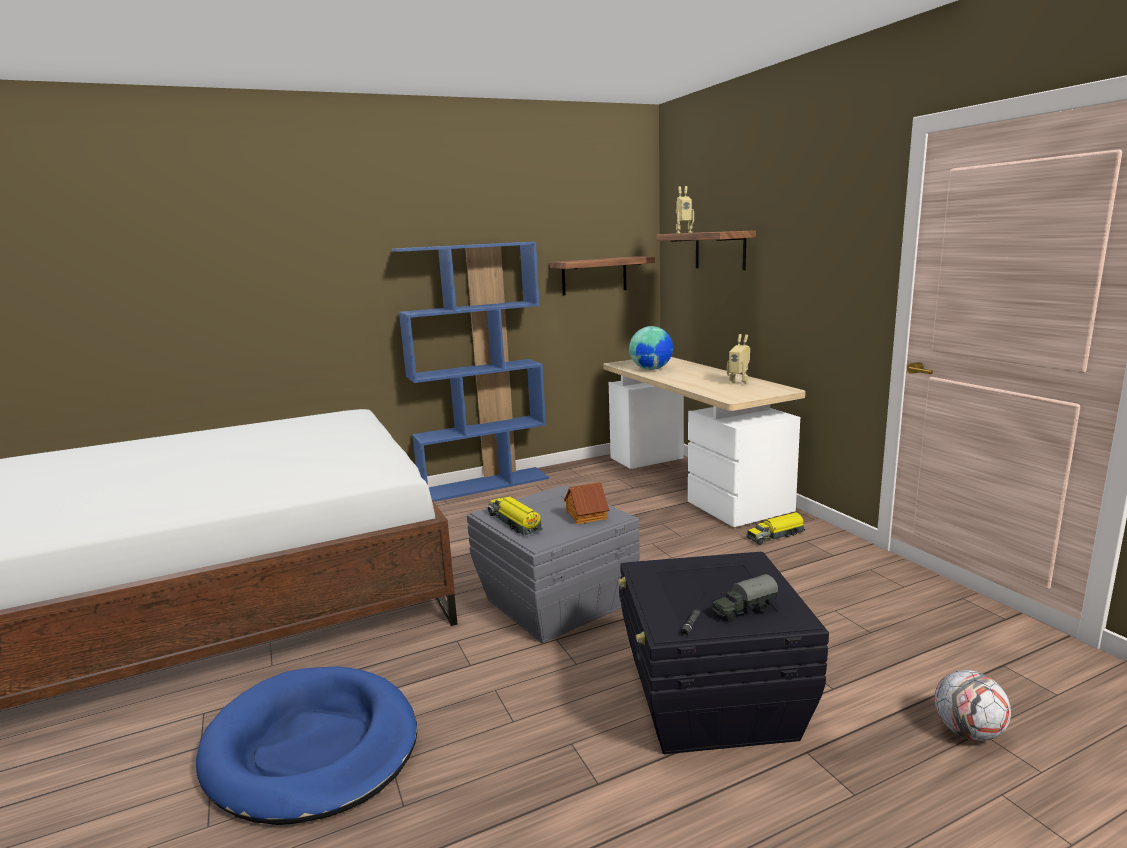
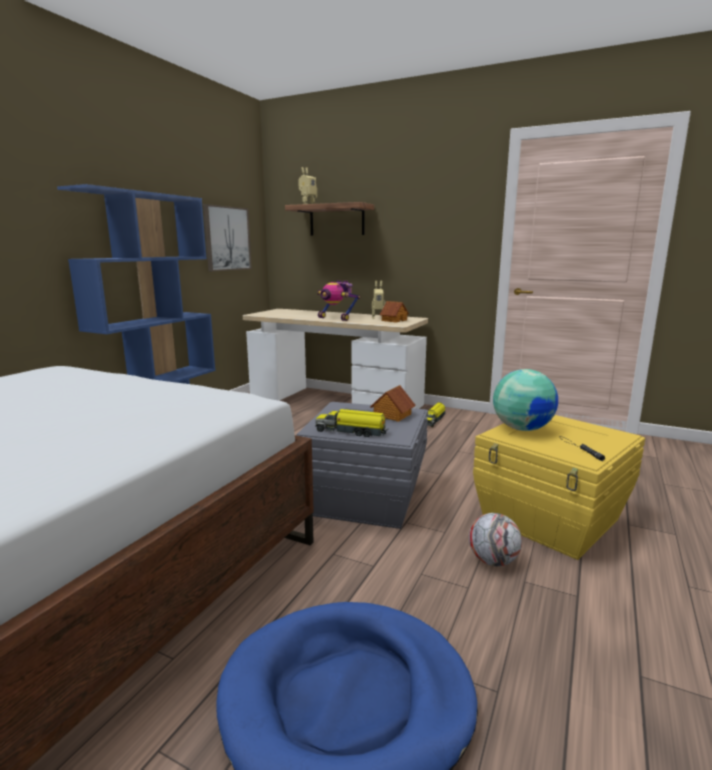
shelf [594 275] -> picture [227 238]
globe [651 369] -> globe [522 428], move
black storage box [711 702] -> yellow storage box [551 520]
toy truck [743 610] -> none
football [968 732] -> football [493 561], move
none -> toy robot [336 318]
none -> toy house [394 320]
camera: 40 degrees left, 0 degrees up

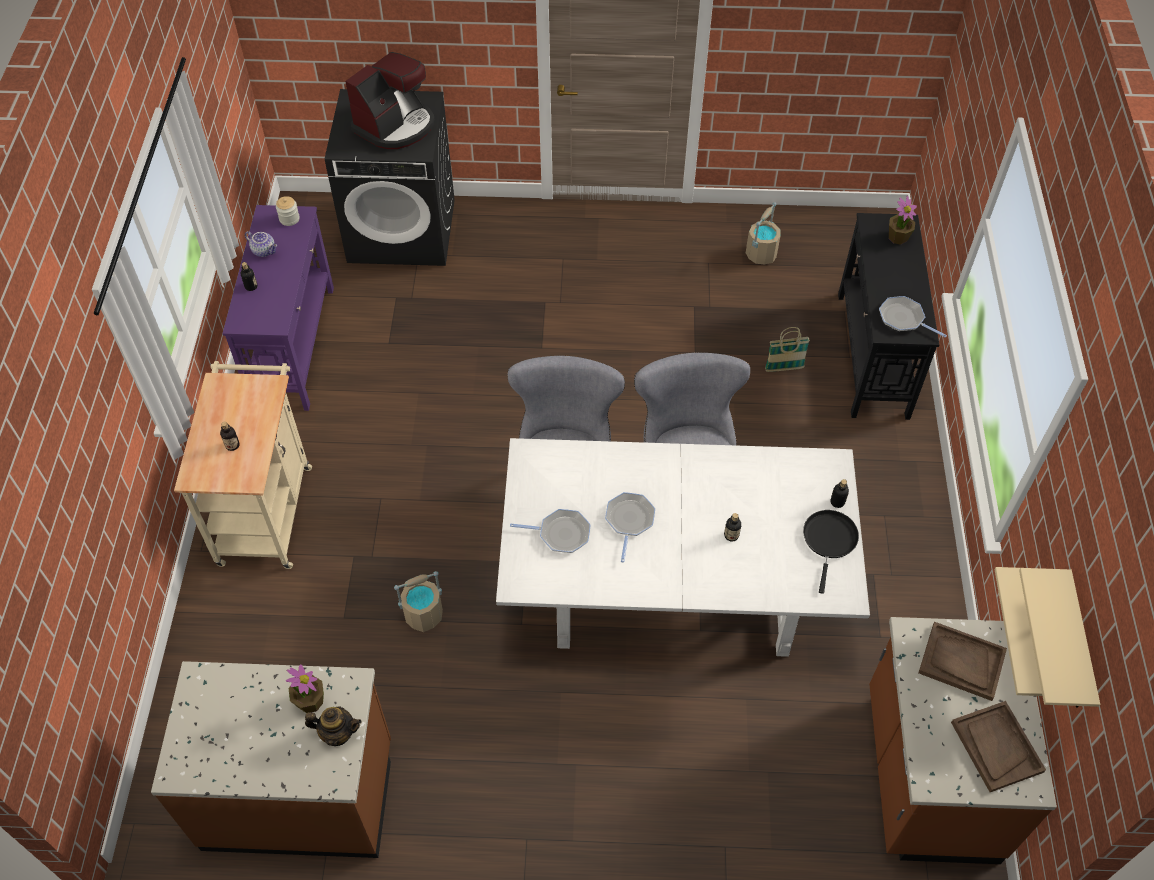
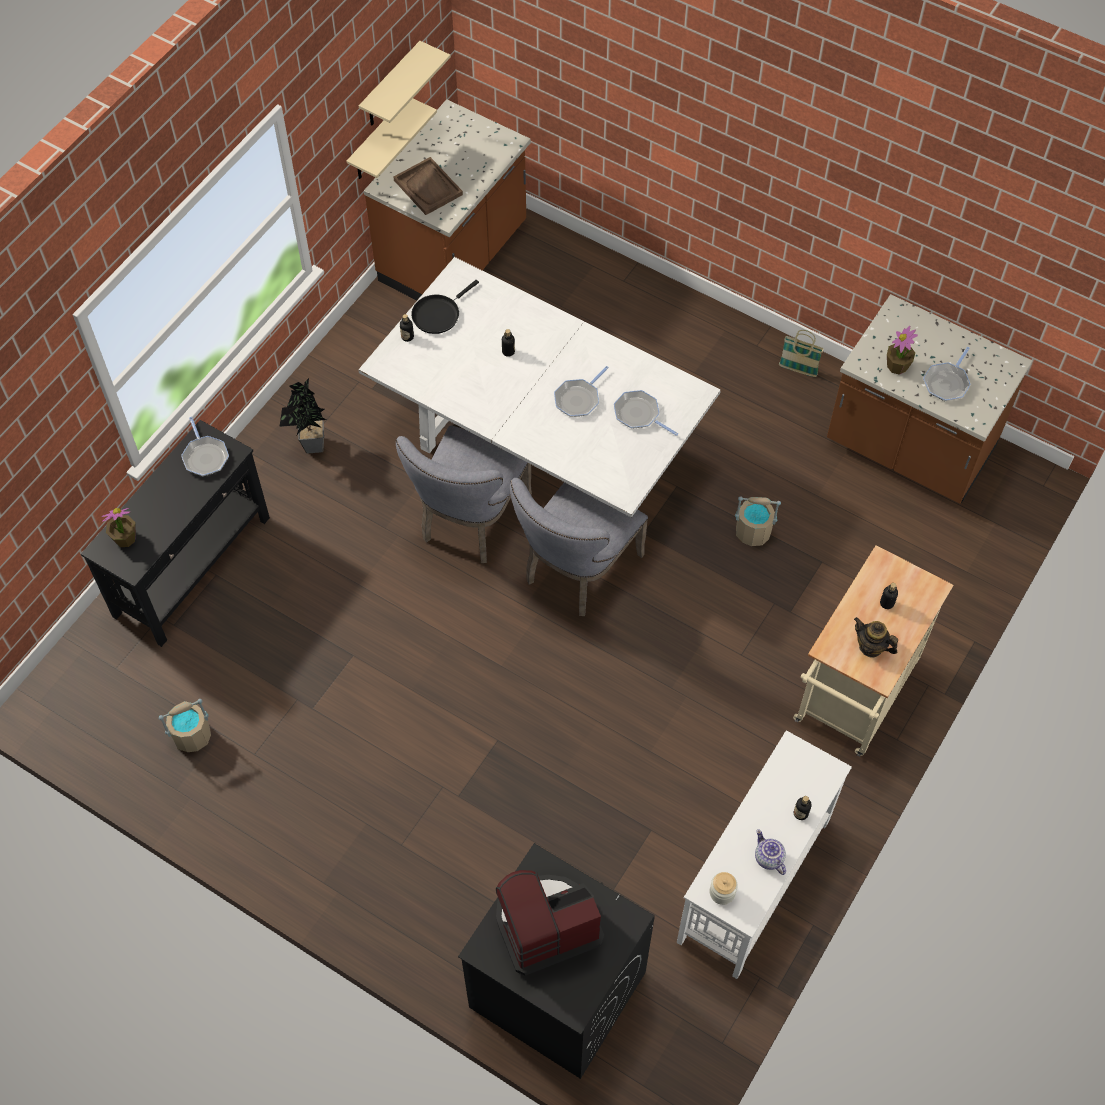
purple console table [294 345] -> white console table [753 881]
basket [784 368] -> basket [798 370], move
brown tray [996 747] -> none
teapot [337 733] -> teapot [871 647], move
none -> frying pan [947 382]
none -> potted plant [312 448]
camera: 150 degrees left, 5 degrees up

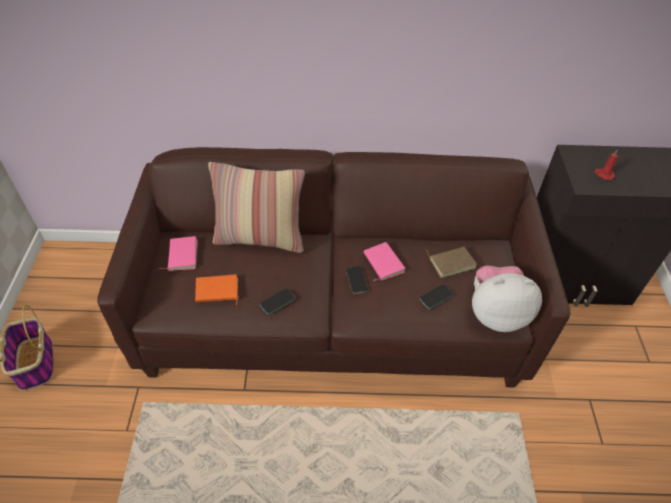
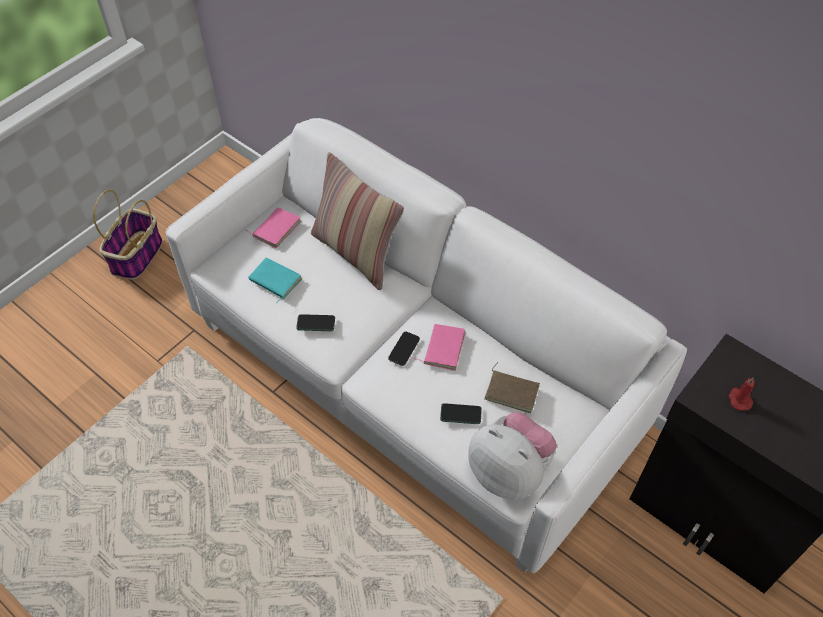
brown sofa [334 315] -> white sofa [413 378]
orange book [217 291] -> turquoise book [274 281]
camera: 40 degrees right, 5 degrees up

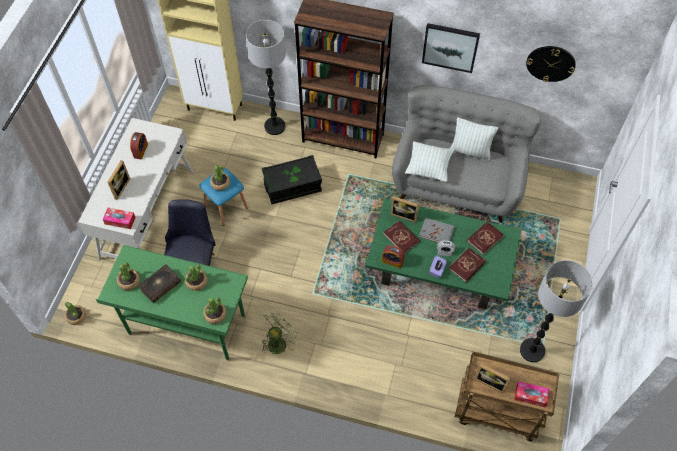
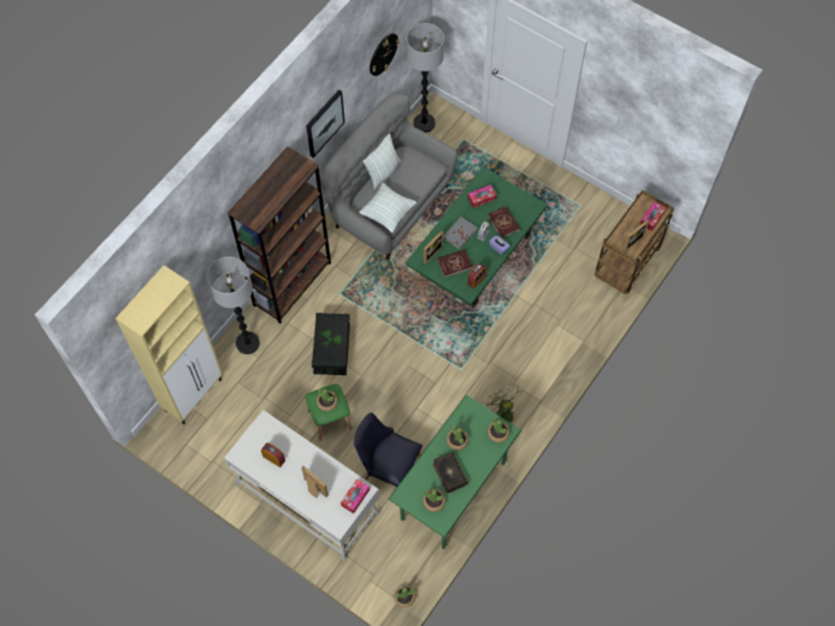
blue stool [226 207] -> green stool [330 419]
red book [484 238] -> tissue box [481 198]
floor lamp [532 350] -> floor lamp [424 123], move
camera: 70 degrees left, 5 degrees up

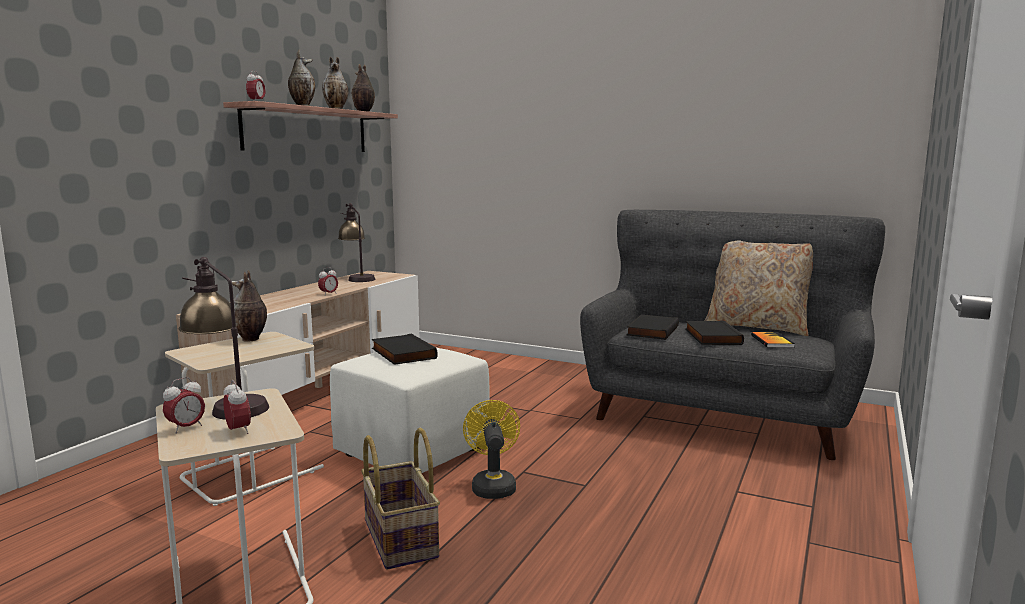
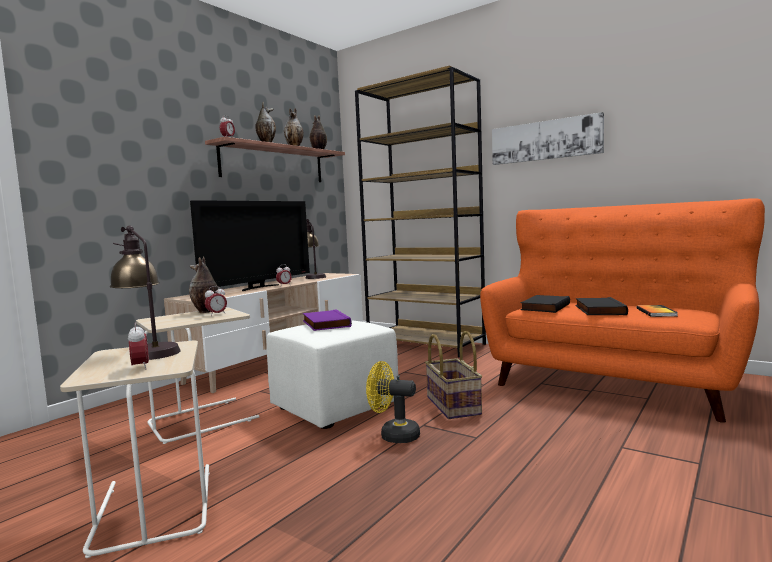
grey sofa [721 412] -> orange sofa [614 381]
beige pillow [757 327] -> none
black book [401 353] -> purple book [324 324]
alarm clock [186 428] -> alarm clock [216 314], move
yellow fan [492 485] -> yellow fan [393 435], 75 degrees counterclockwise
basket [398 539] -> basket [452 405], move
none -> brown bookcase [426 344]
none -> picture [545 140]
none -> television [258 287]
camera: 10 degrees right, 5 degrees down

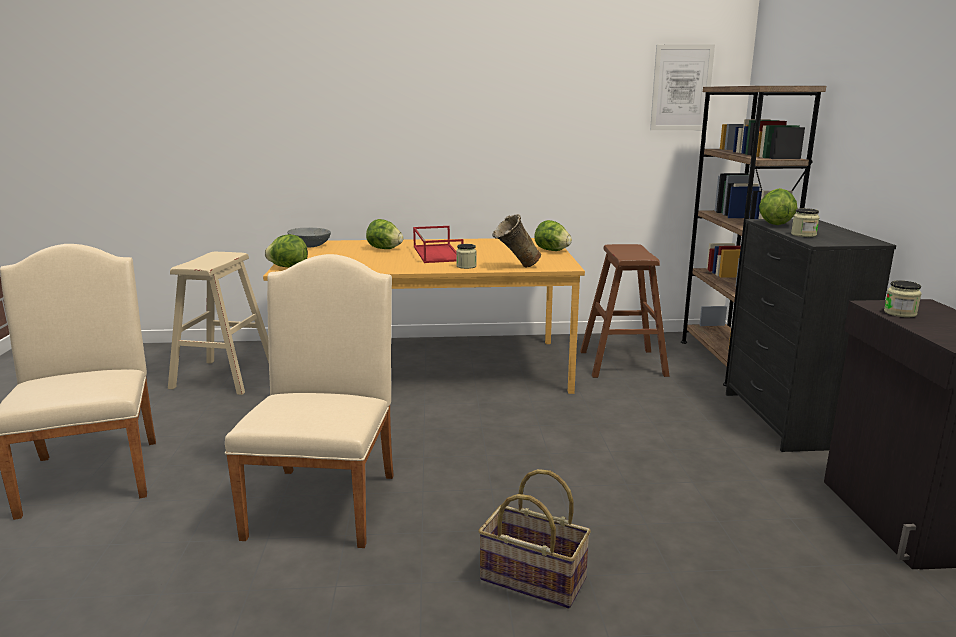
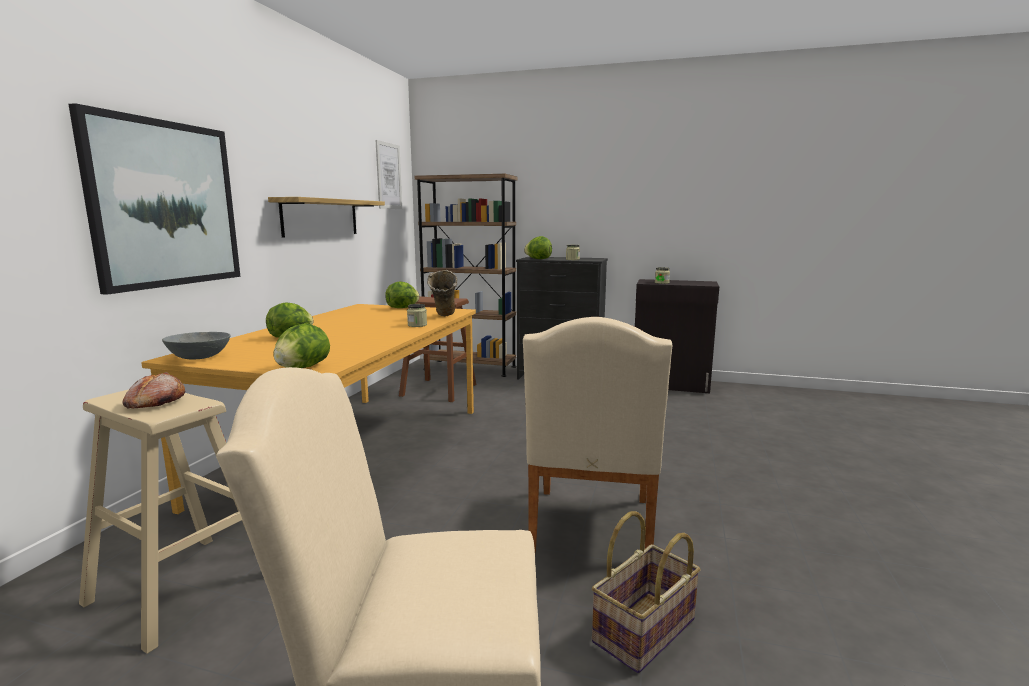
red tray [436 253] -> none
beige chair [326 499] -> beige chair [590 530], 105 degrees counterclockwise
basket [532 580] -> basket [645 632], move
none -> picture [165 204]
none -> shelf [321 217]
none -> bread [155 402]
camera: 70 degrees left, 5 degrees down

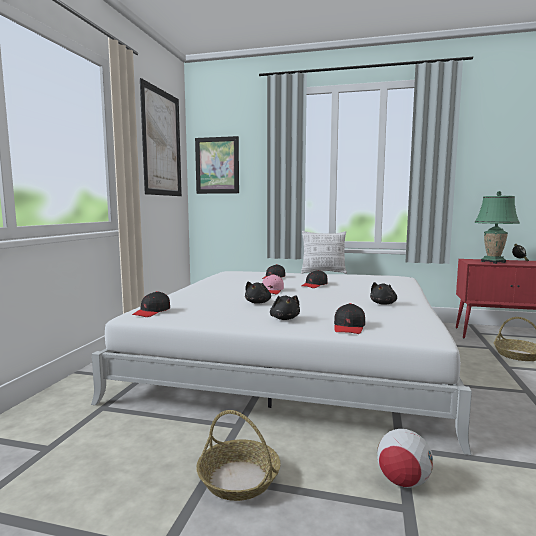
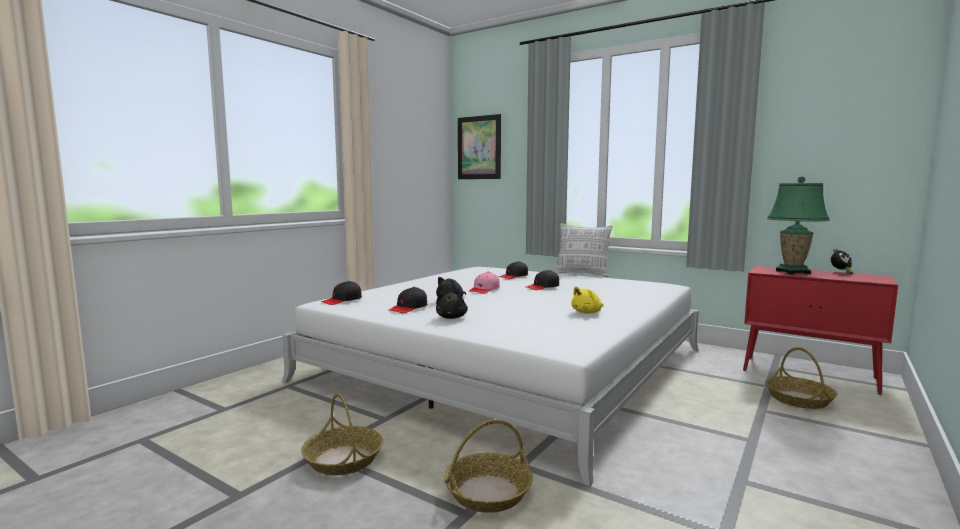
picture [162 143] -> none
black plush toy [383 304] -> yellow plush toy [587 312]
black cap [349 327] -> black cap [408 308], move
football [403 481] -> basket [488 493]
camera: 20 degrees right, 0 degrees up

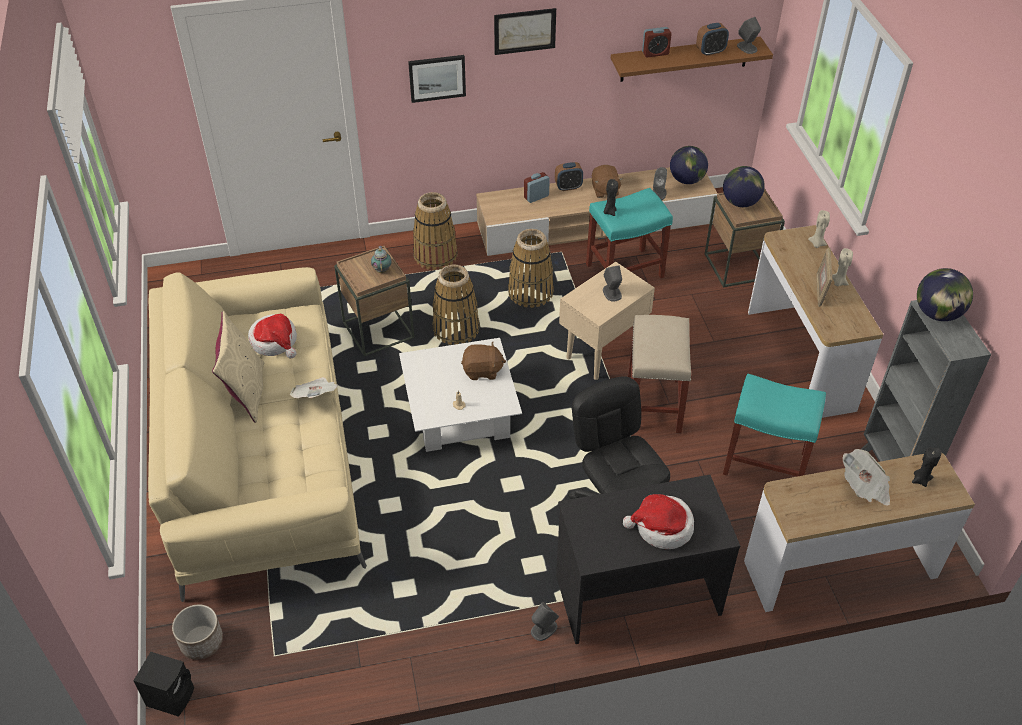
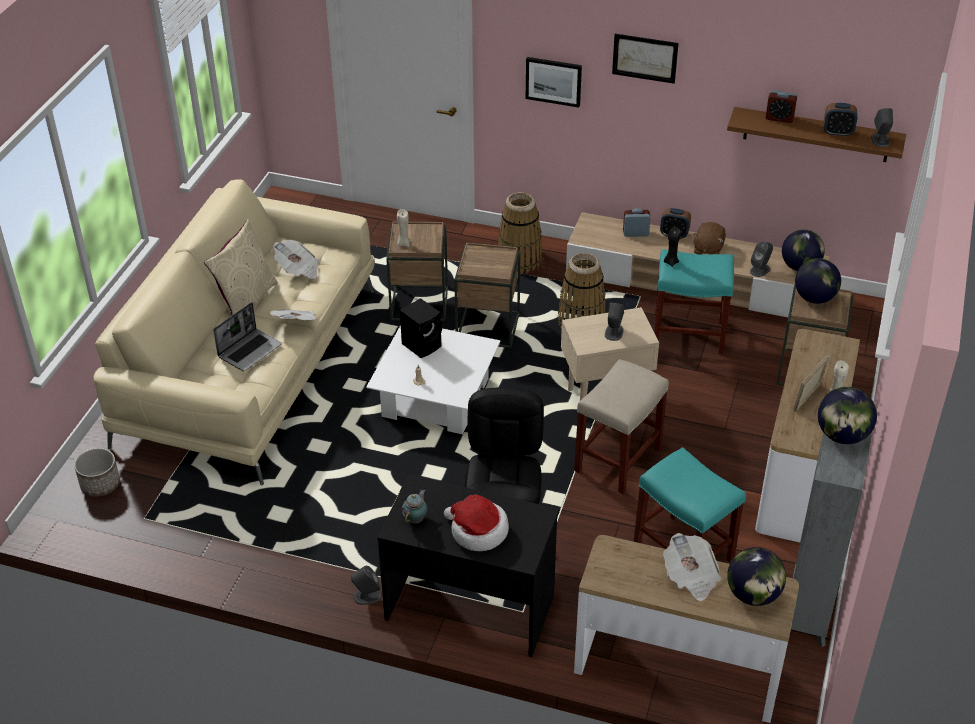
beige candle [816 244] -> beige candle [403 243], move
teapot [382 270] -> teapot [416 519], move
basket [456 329] -> brown side table [488 327]
hat [275 342] -> newspaper [298 269]
brown plush toy [482 371] -> none
black candle [920 480] -> globe [753 595]
black speaker [172 695] -> black speaker [423 345], move
none -> laptop [250 350]
camera: 30 degrees right, 5 degrees down

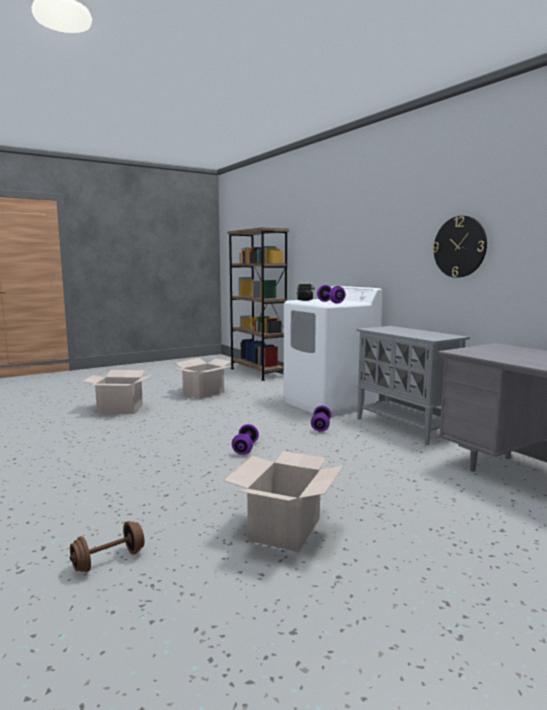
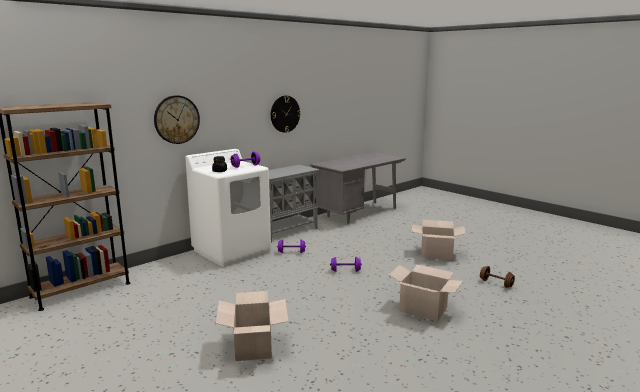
cardboard box [203 393] -> cardboard box [422 309], move
none -> wall clock [176 119]
camera: 100 degrees left, 5 degrees up

